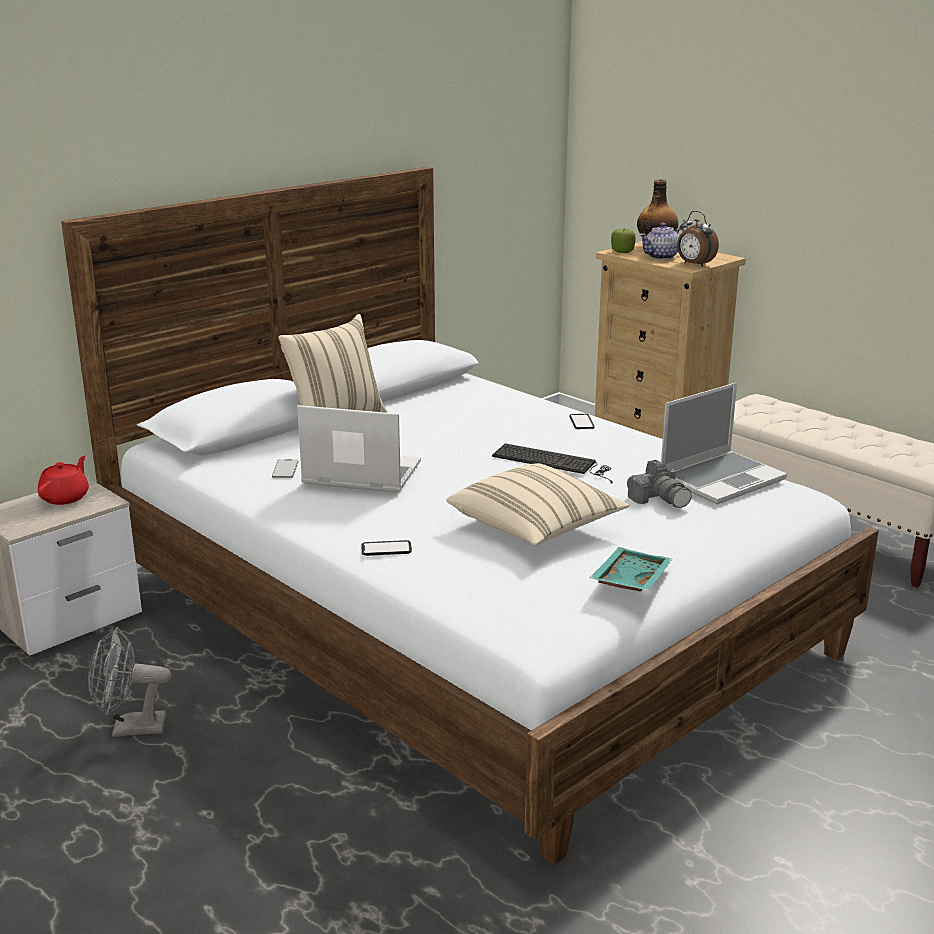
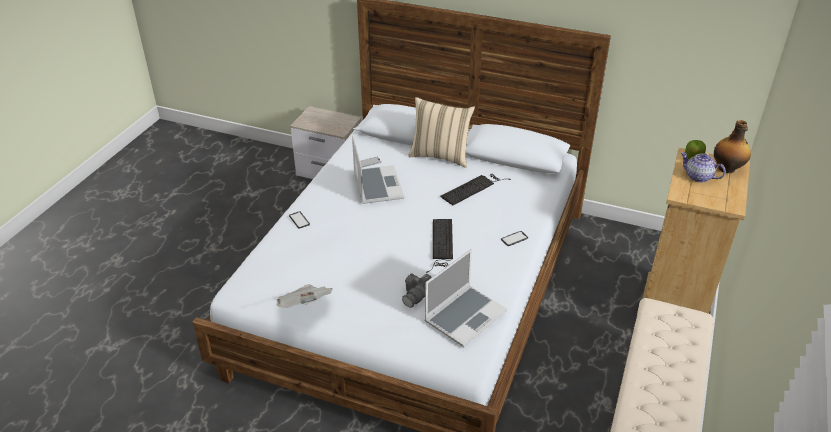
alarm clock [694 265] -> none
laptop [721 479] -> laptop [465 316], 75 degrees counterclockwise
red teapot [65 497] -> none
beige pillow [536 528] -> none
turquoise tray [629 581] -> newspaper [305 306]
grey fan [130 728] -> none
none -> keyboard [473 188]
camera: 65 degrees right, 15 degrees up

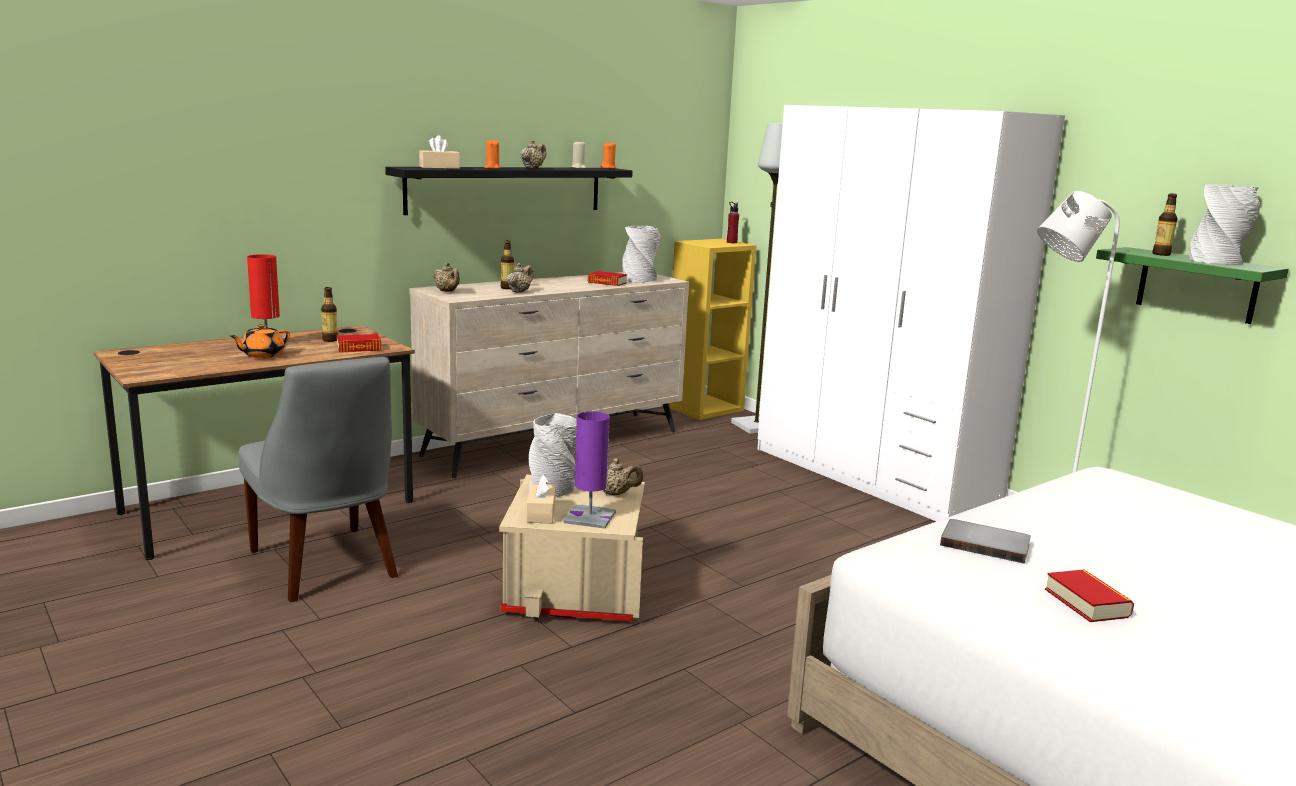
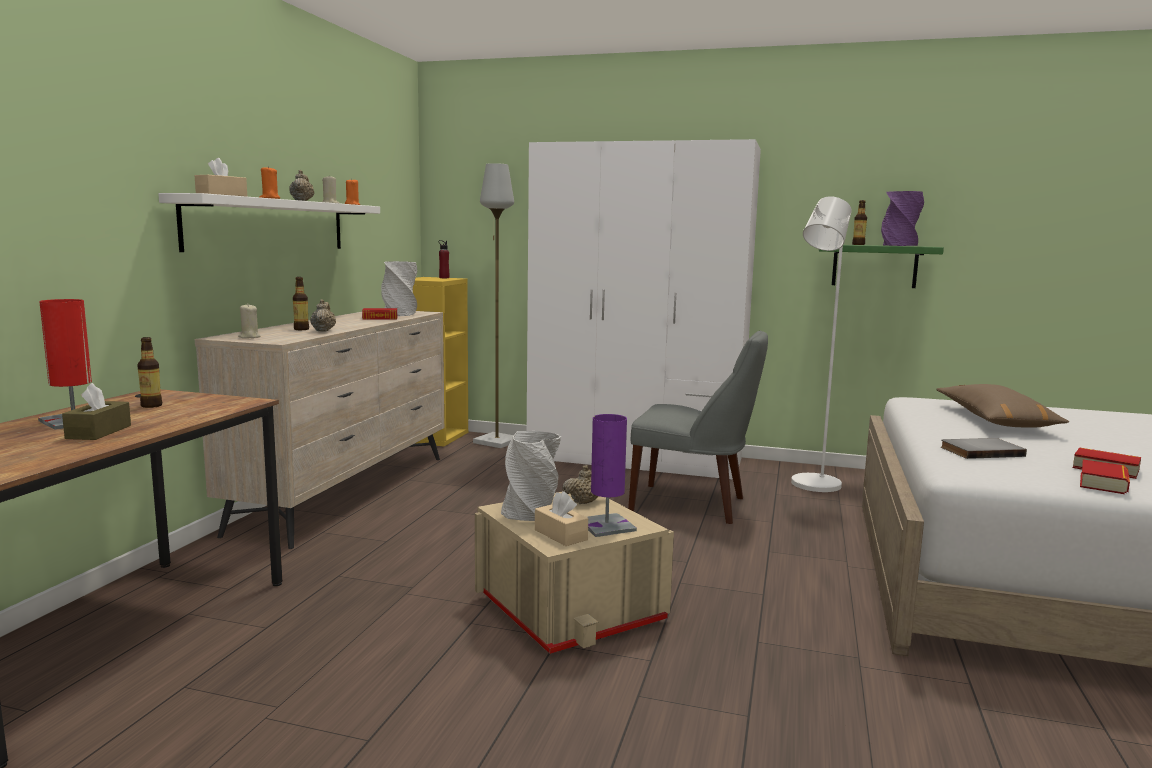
black shelf [506 189] -> white shelf [269 225]
grey vase [1216 261] -> purple vase [898 245]
beige teapot [447 291] -> beige candle [249 337]
orange teapot [262 355] -> brown tissue box [99 432]
book [359 348] -> book [1103 483], move
grey chair [326 566] -> grey chair [693 505], move
none -> brown pillow [994 420]
camera: 35 degrees left, 5 degrees down

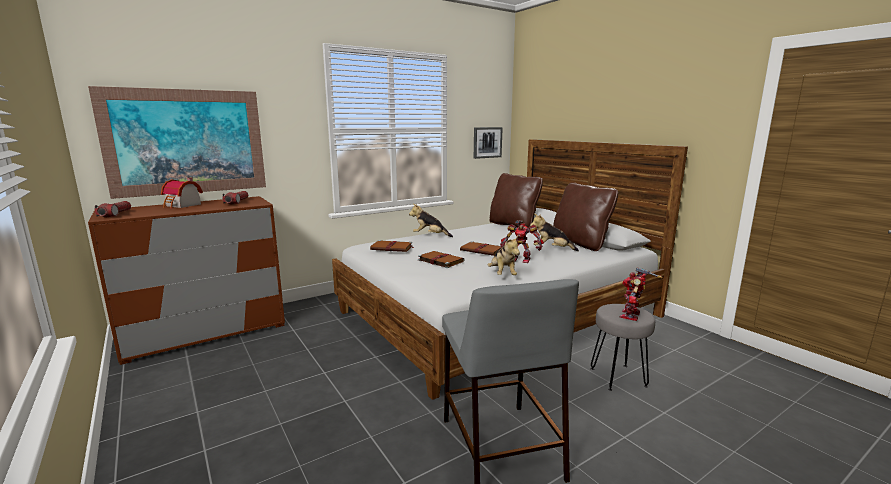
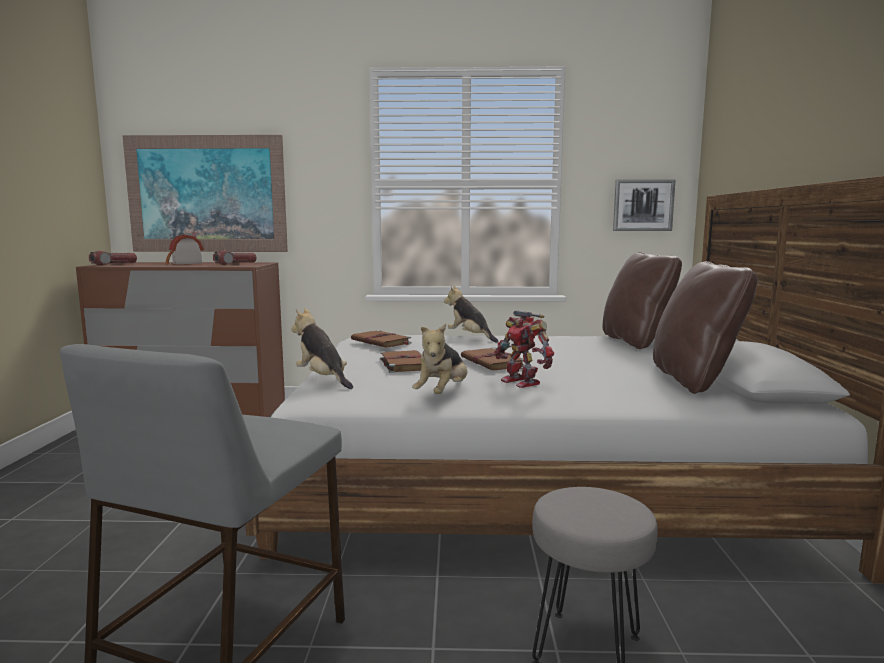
plush toy [552 249] -> plush toy [323 379], move
toy robot [632 315] -> none
camera: 35 degrees right, 5 degrees down

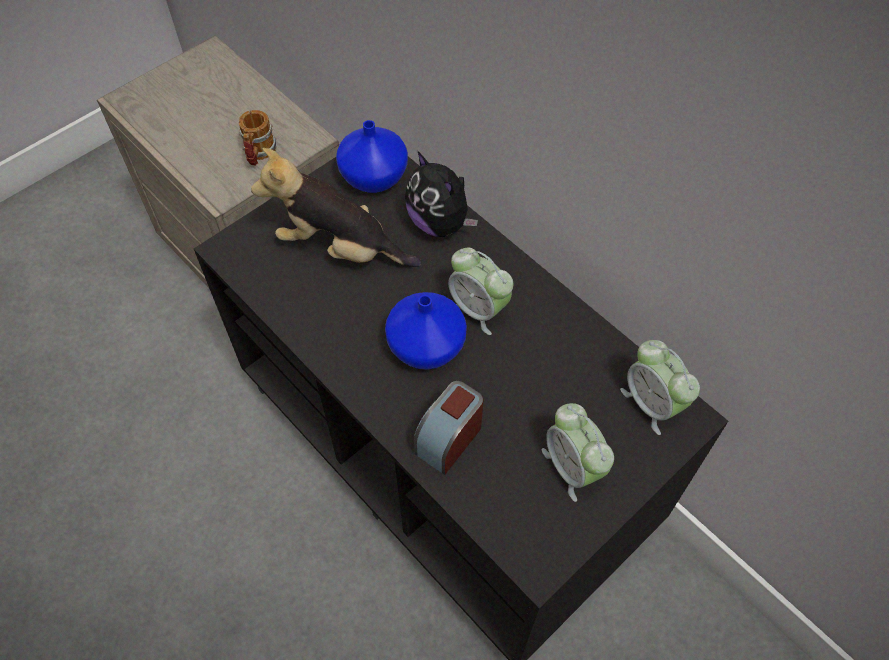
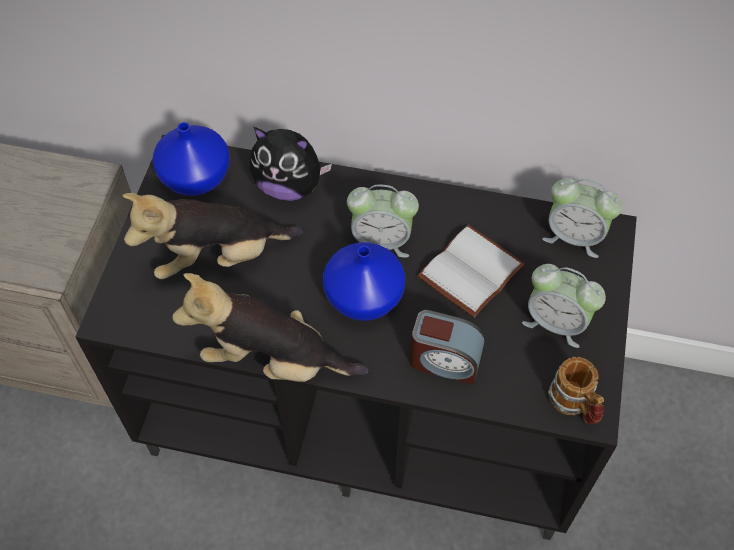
mug [258 154] -> mug [574 404], move
alarm clock [449 438] -> alarm clock [444 360], 75 degrees counterclockwise
none -> white book [472 274]
none -> plush toy [273 360]
camera: 35 degrees left, 0 degrees up

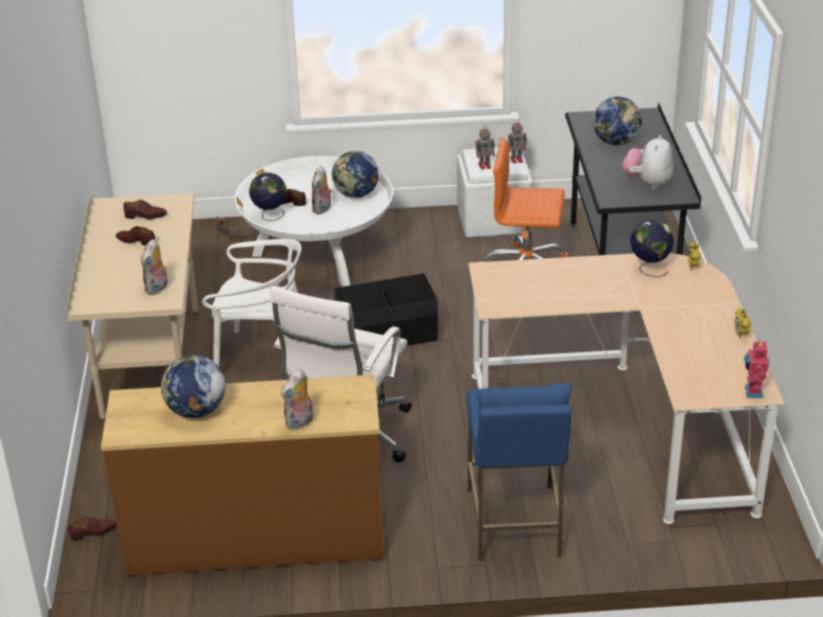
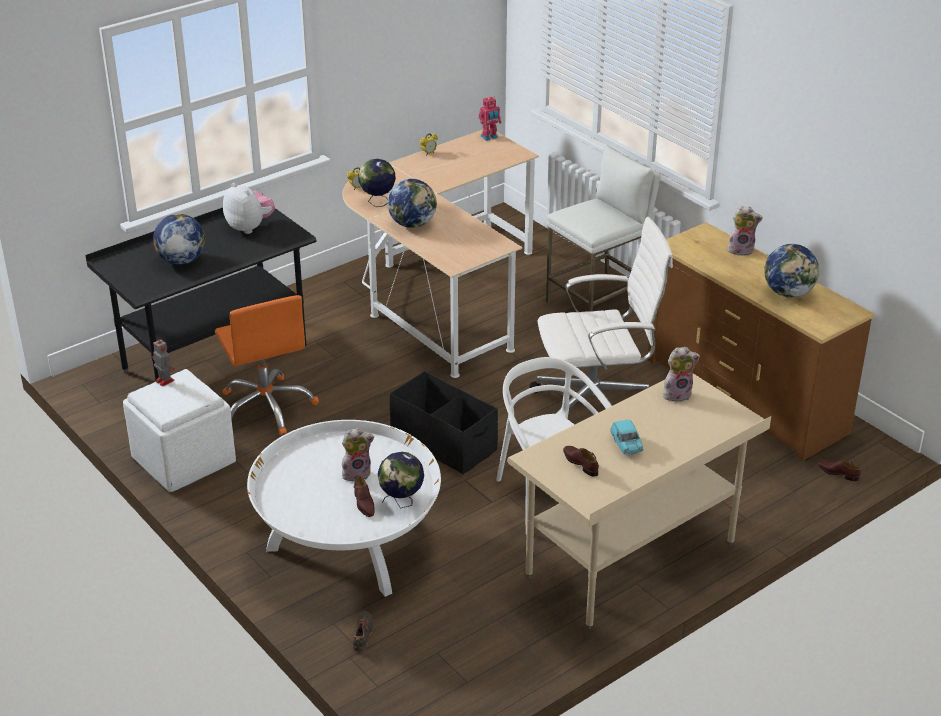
toy robot [485 165] -> none
plush toy [647 183] -> plush toy [250 227], 120 degrees counterclockwise
globe [356 194] -> globe [412 224], move
brown shoe [136 241] -> turquoise toy car [626 445]
blue stool [514 523] -> white stool [598 303]
camera: 125 degrees left, 0 degrees up

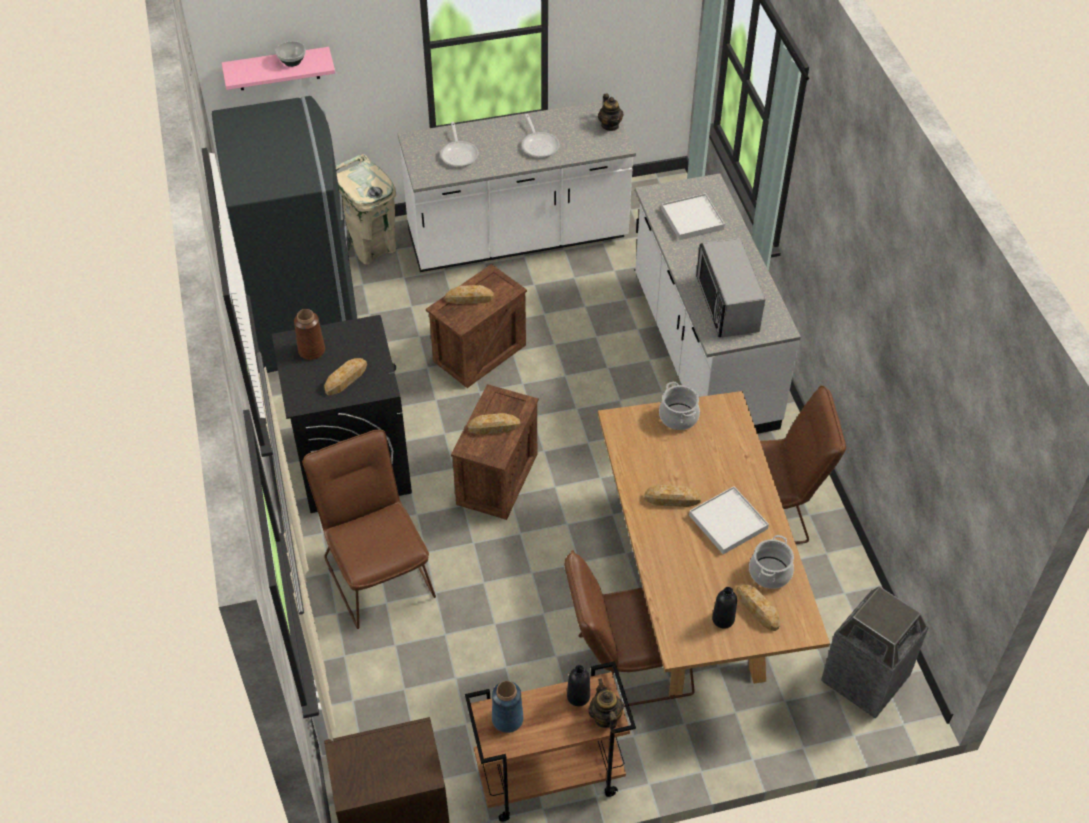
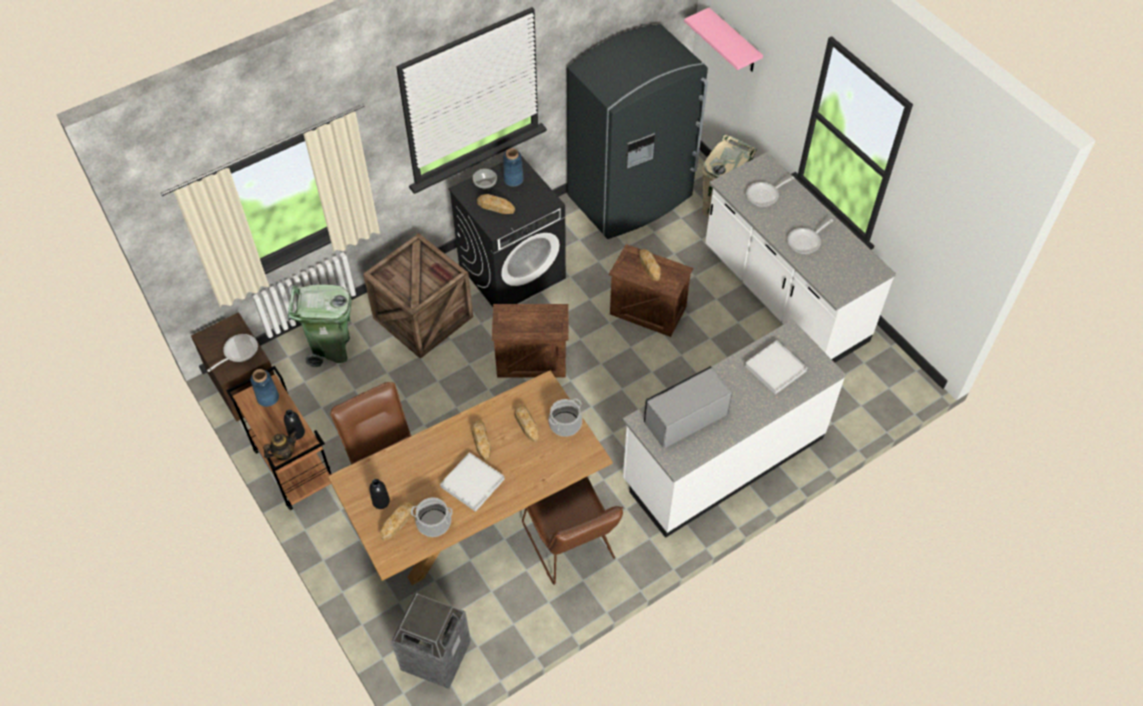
bowl [292 62] -> bowl [485 185], move
teapot [610 125] -> none
brown vase [312 350] -> blue vase [513 180]
bread [494 427] -> bread [526 424], move
brown chair [376 571] -> crate [424 317]
none -> green trash can [332 349]
none -> frying pan [238 352]
camera: 70 degrees right, 5 degrees up

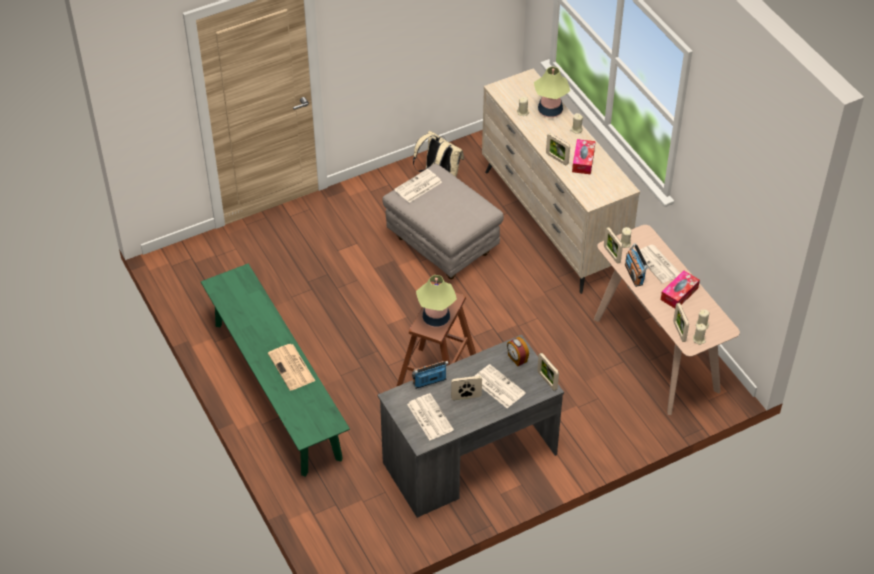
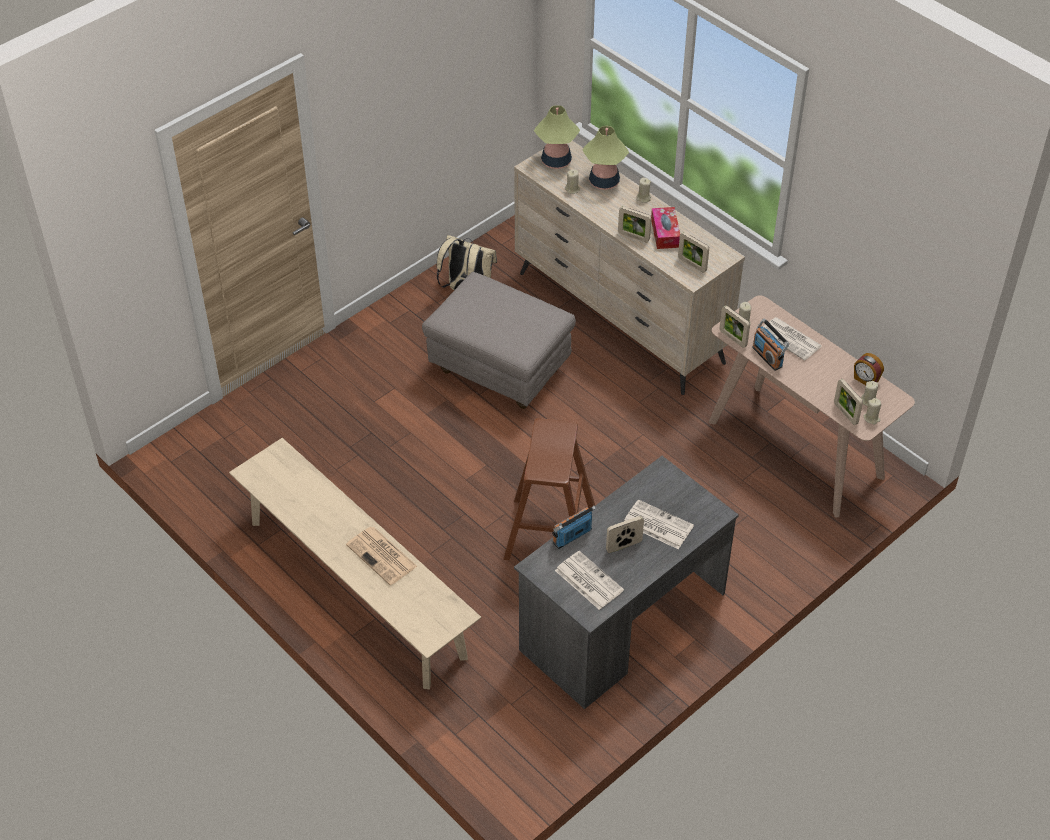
newspaper [418 187] -> none
green bench [276 389] -> beige bench [356 588]
tissue box [679 294] -> none
table lamp [436 318] -> table lamp [556 161], move
alarm clock [517 358] -> alarm clock [865 380], move
picture frame [547 381] -> picture frame [692 264], move
camera: 15 degrees left, 0 degrees up

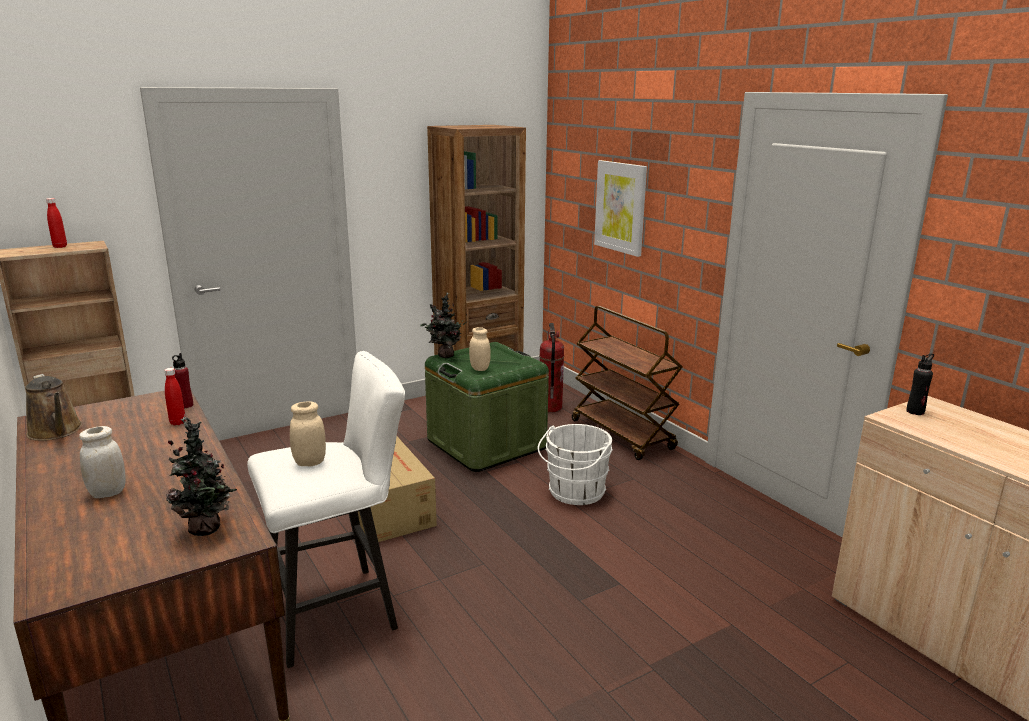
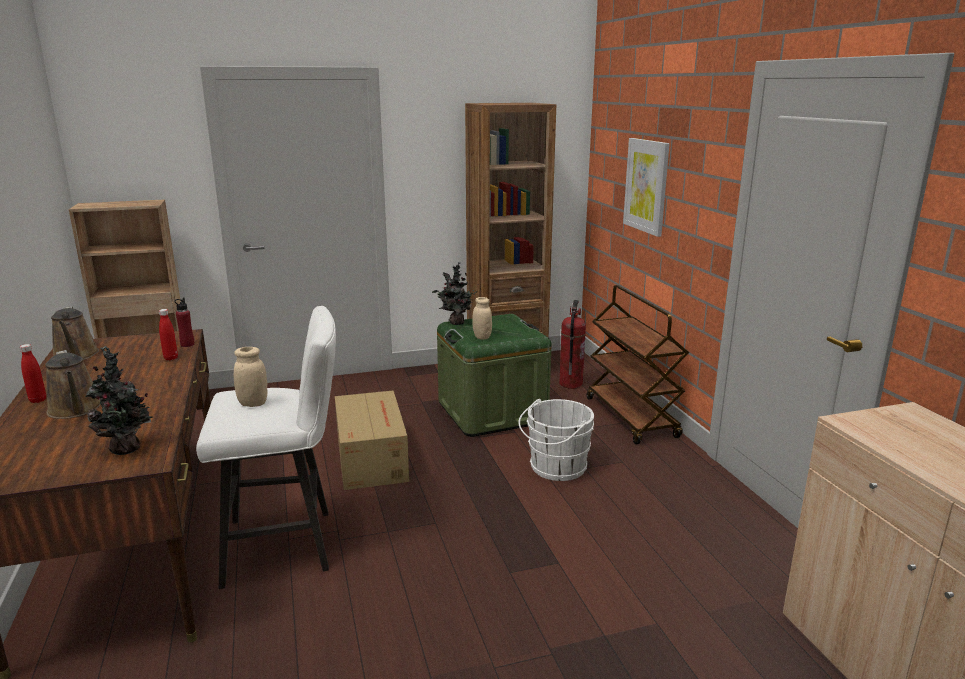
red bottle [60 247] -> red bottle [38 400], move
black bottle [915 411] -> none
white jar [108 493] -> brown watering can [76 410]
camera: 15 degrees right, 0 degrees up

